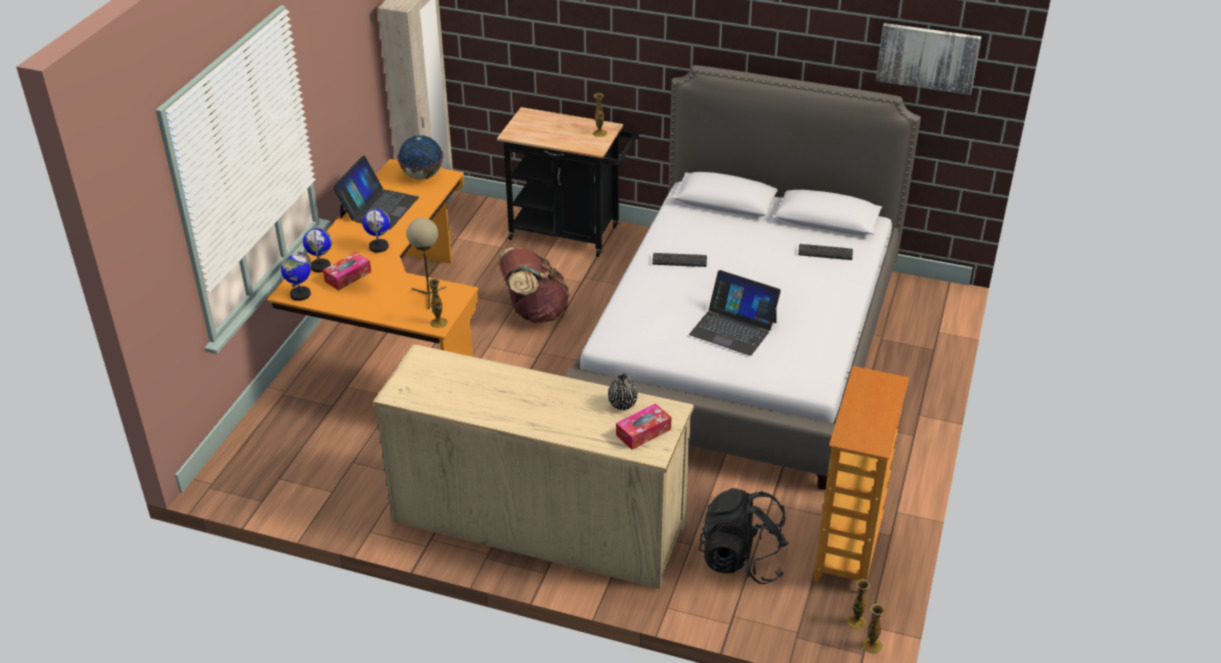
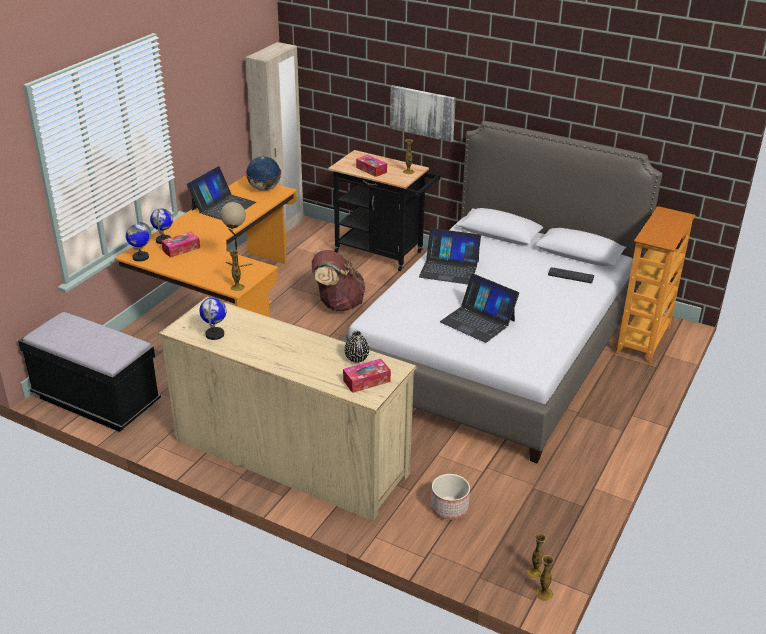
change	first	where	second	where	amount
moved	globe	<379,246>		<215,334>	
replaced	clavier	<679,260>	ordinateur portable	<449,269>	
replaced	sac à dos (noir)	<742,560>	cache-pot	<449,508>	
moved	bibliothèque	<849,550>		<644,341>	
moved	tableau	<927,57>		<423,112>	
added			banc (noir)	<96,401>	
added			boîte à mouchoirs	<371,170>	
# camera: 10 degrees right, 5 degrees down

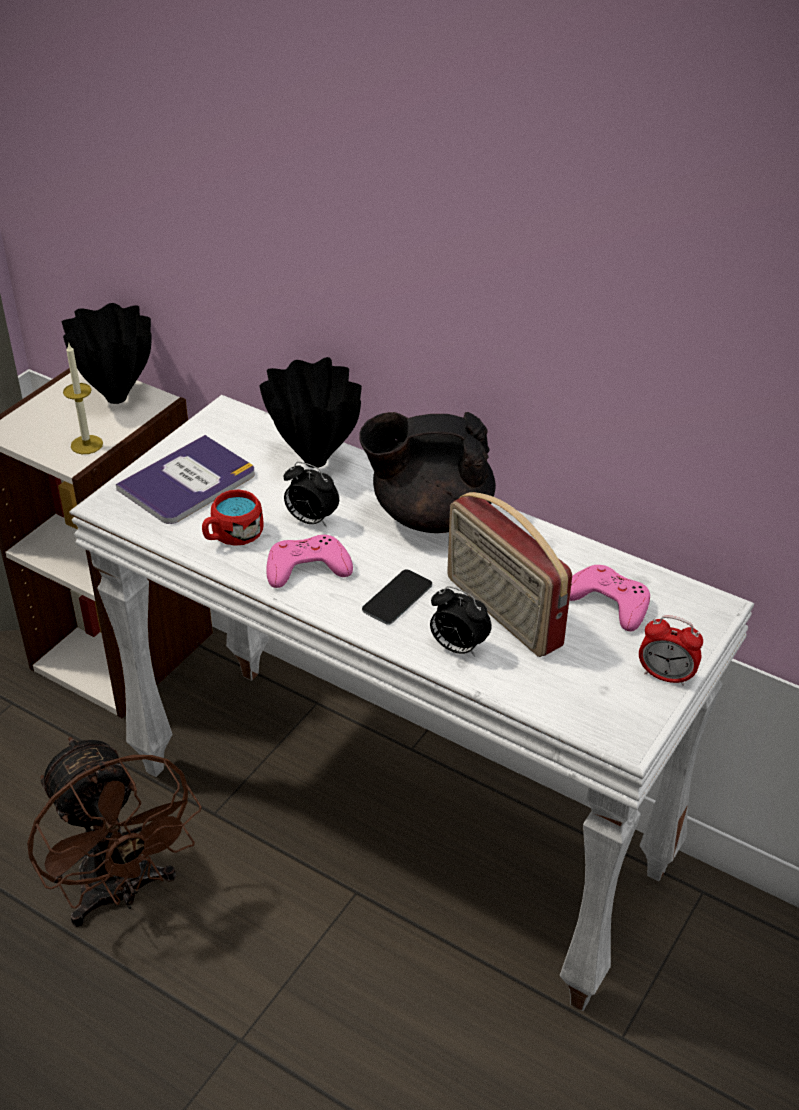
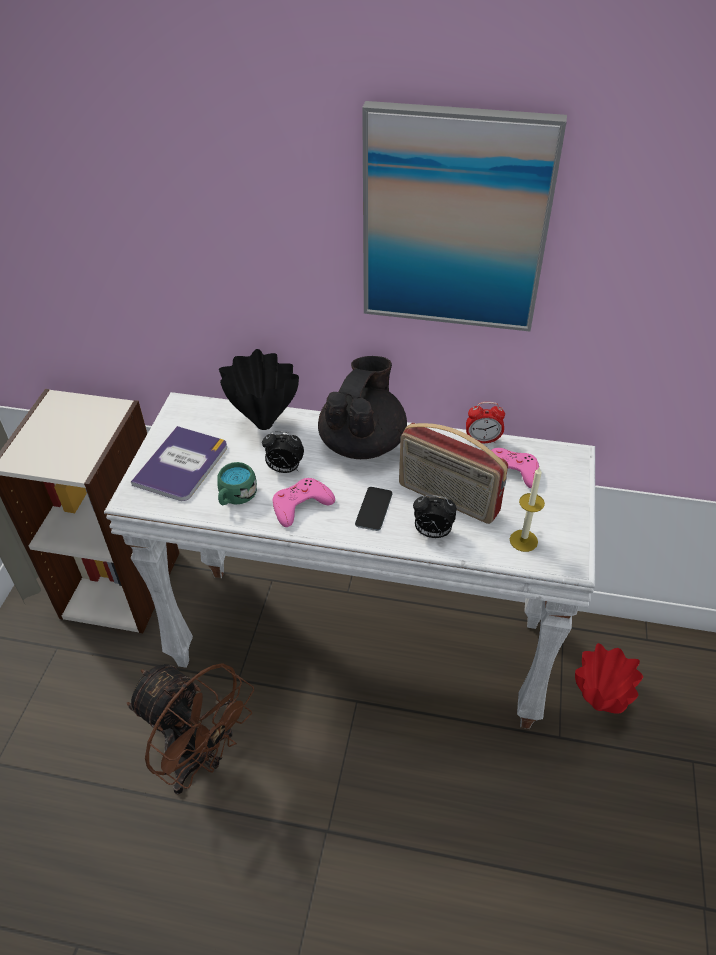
change	first	where	second	where	amount
removed	vase (noir)	<118,397>			
moved	bougie	<86,444>		<523,540>	
recoloured	mug (rouge)	<232,536>	mug (vert)	<235,497>	
turned	théière (noir)	<429,515>		<363,442>	135 degrees clockwise
moved	réveil	<665,676>		<483,440>	
added			tableau	<455,221>	
added			vase (rouge)	<598,703>	
# camera: 20 degrees left, 5 degrees up

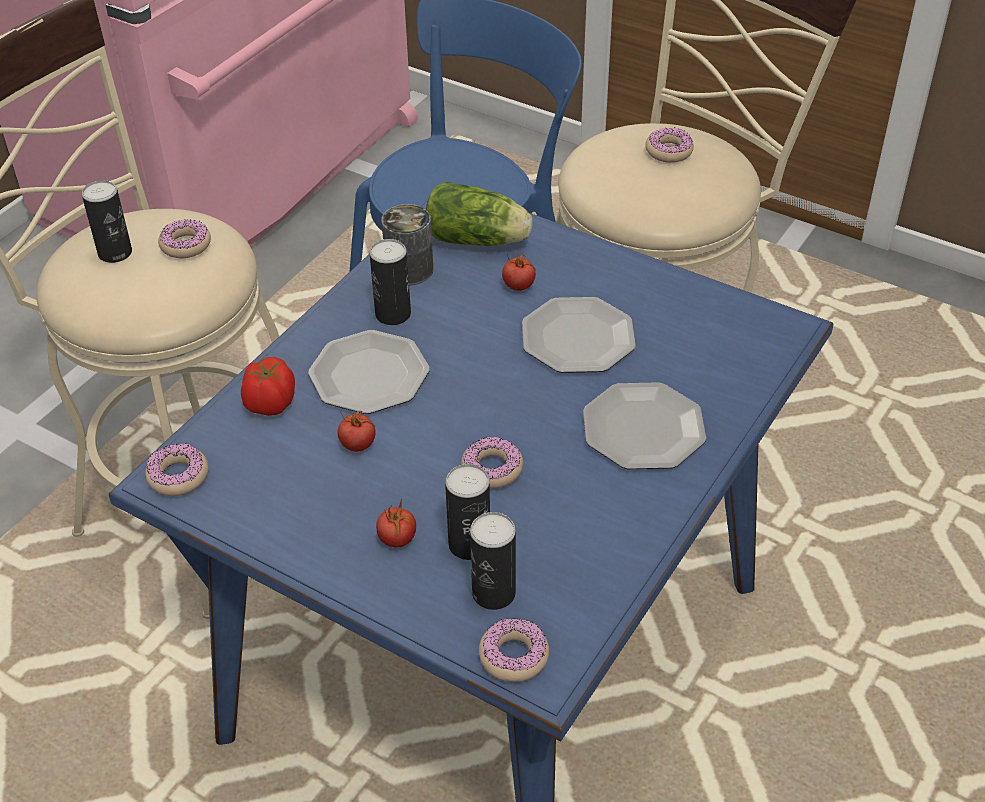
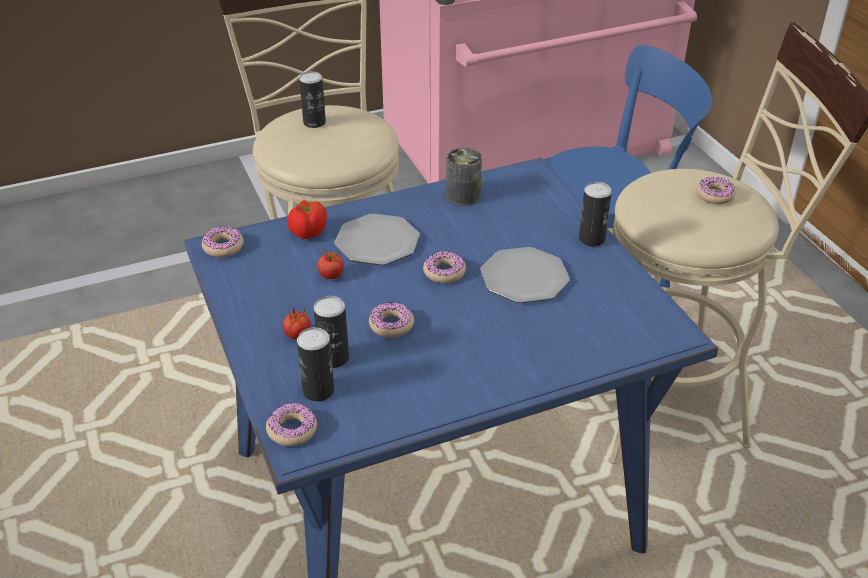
change	first	where	second	where	amount
moved	beignet	<185,245>		<444,272>	
moved	boîte métallique	<393,314>		<591,239>	
removed	laitue	<480,240>			
removed	tomate	<519,286>			
removed	assiette	<642,430>			
# camera: 35 degrees right, 5 degrees down

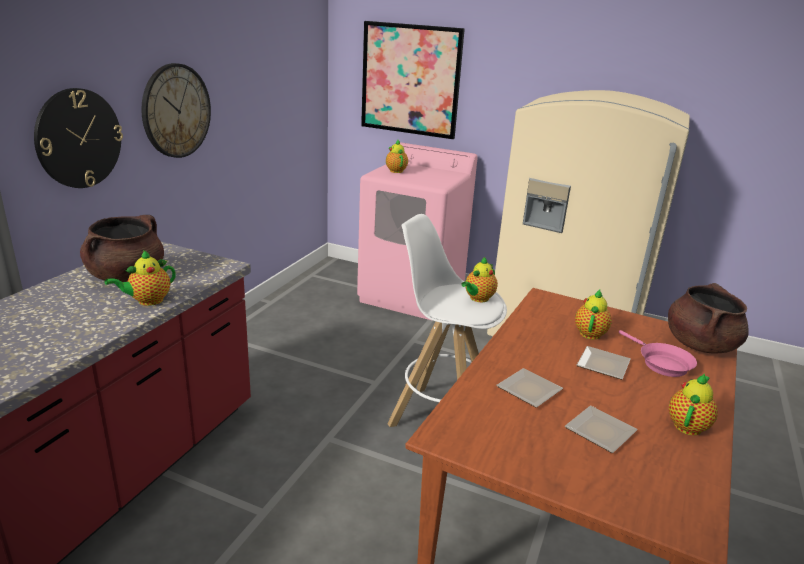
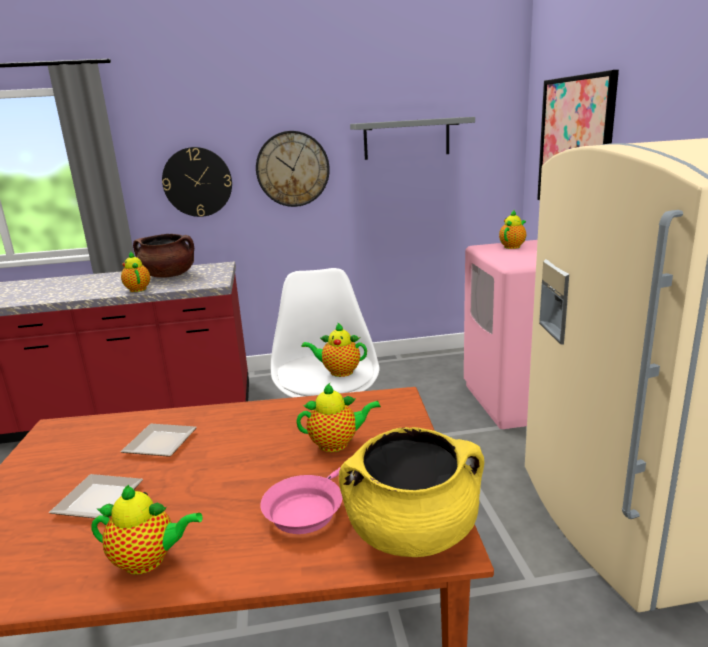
change	first	where	second	where	amount
turned	théière	<148,301>		<137,289>	45 degrees clockwise
removed	assiette	<601,365>			
recoloured	marmite (marron)	<700,344>	marmite (jaune)	<412,532>	
added			étagère (gris)	<406,138>	
# camera: 60 degrees right, 5 degrees down

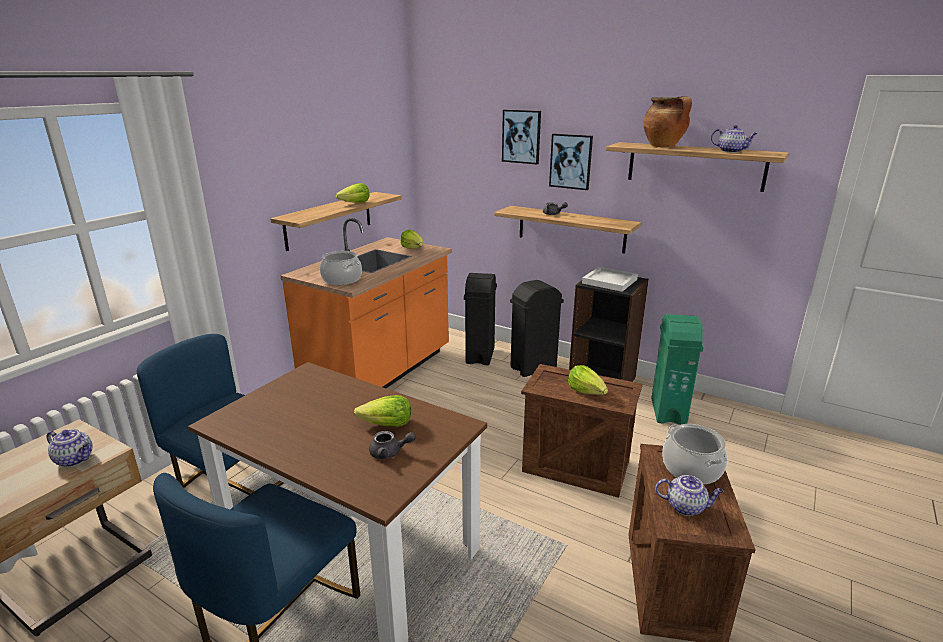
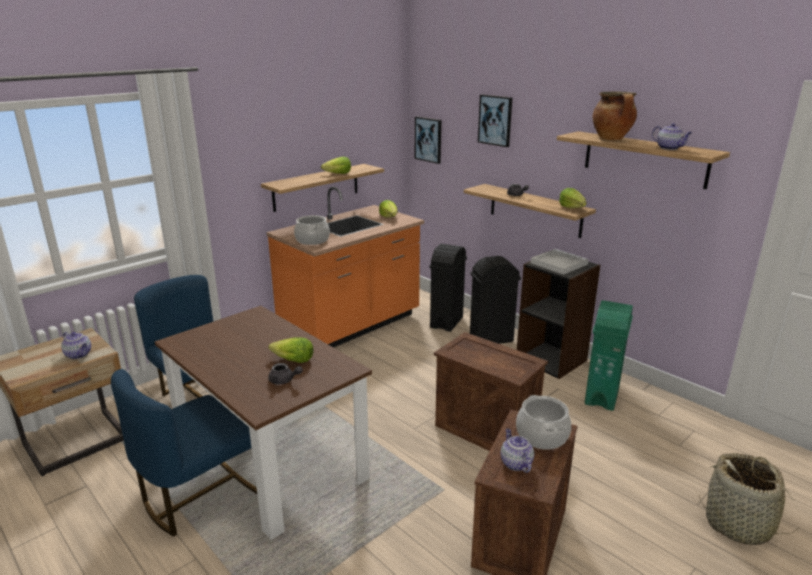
change	first	where	second	where	amount
moved	tableau	<571,161>		<428,139>	
moved	laitue	<586,391>		<572,208>	
turned	théière	<686,507>		<515,463>	135 degrees counterclockwise
added			panier	<739,524>	
# camera: 15 degrees right, 0 degrees up

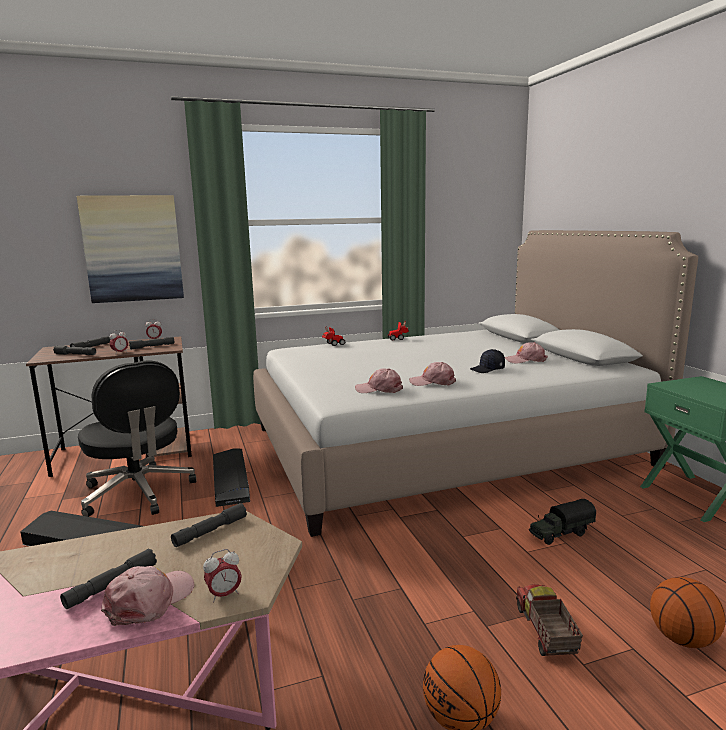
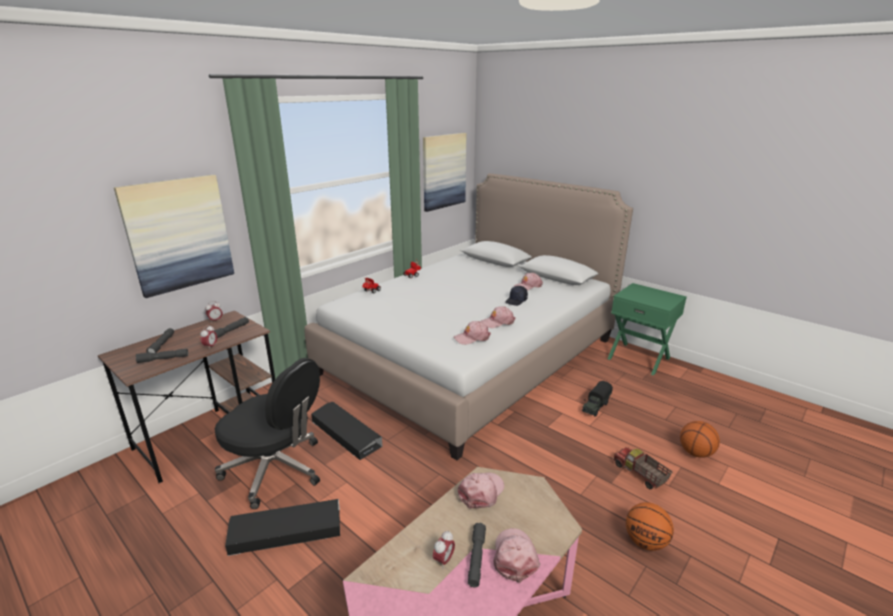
change	first	where	second	where	amount
replaced	lampe de poche (gris)	<210,531>	casquette (rose)	<481,492>	
moved	réveil	<224,595>		<444,560>	
added			tableau	<443,171>	
# camera: 30 degrees left, 10 degrees up

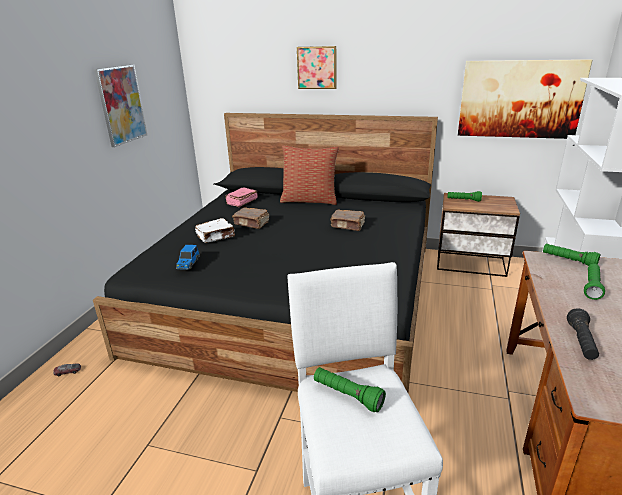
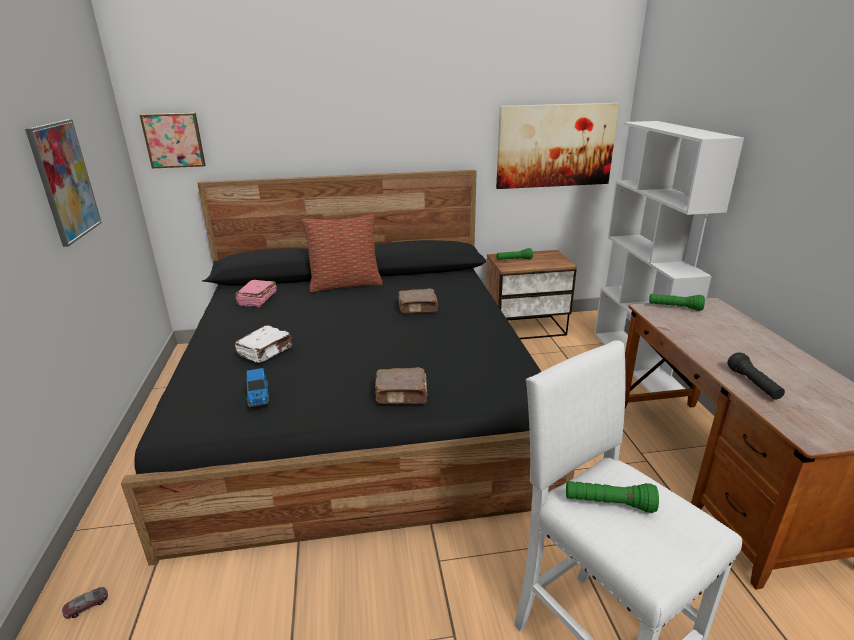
change	first	where	second	where	amount
moved	livre (marron)	<252,223>		<402,395>	
moved	tableau	<317,67>		<174,140>	
removed	lampe de poche (vert)	<591,287>			
# camera: 25 degrees left, 0 degrees up

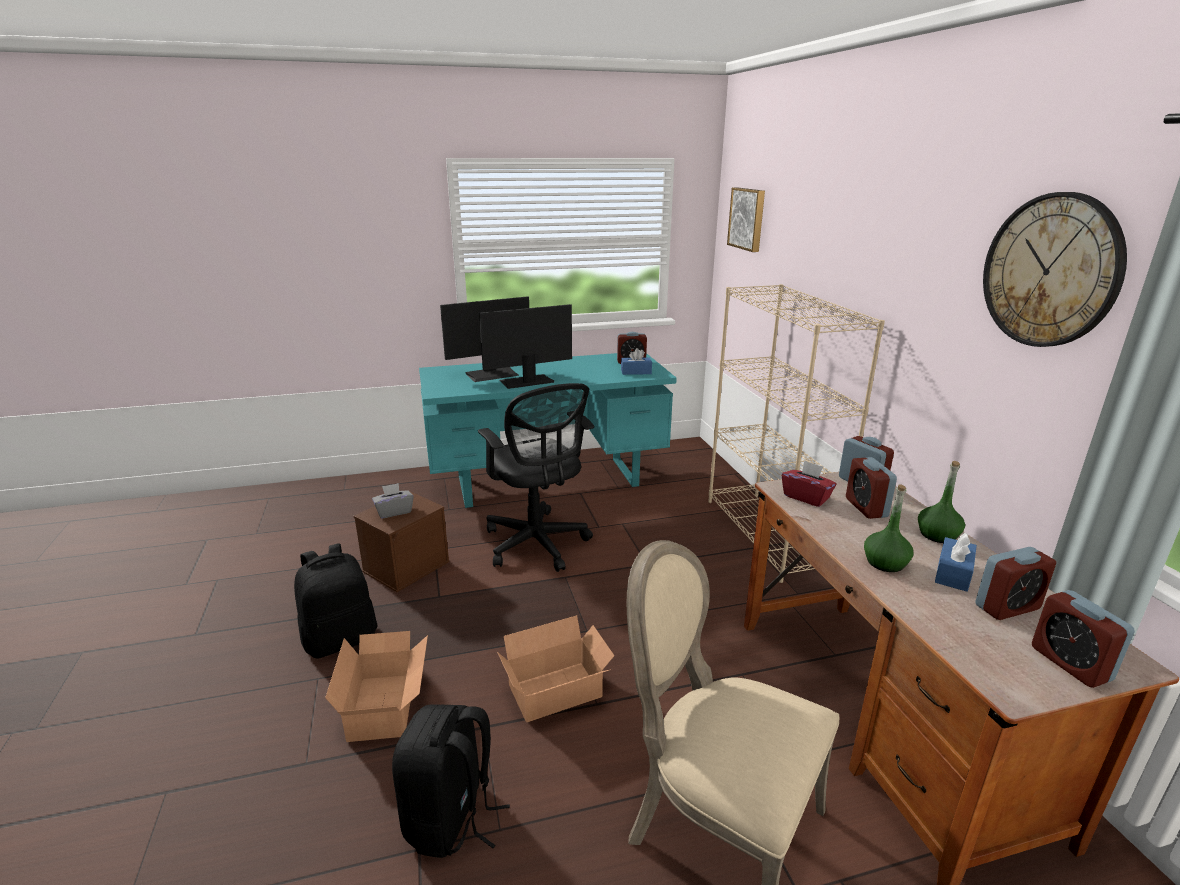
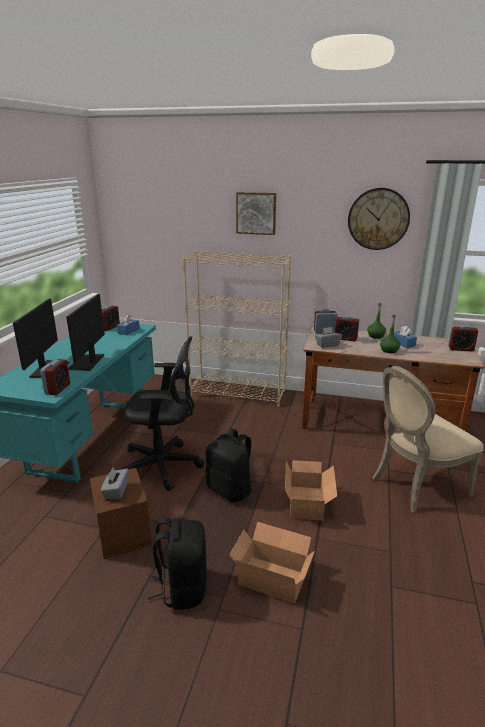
change	first	where	second	where	amount
moved	sac à dos (noir)	<451,819>		<230,490>	
moved	tableau	<748,219>		<256,213>	
recoloured	boîte à mouchoirs (rouge)	<806,497>	boîte à mouchoirs (gris)	<327,345>	
moved	réveil	<1007,607>		<57,389>	
# camera: 60 degrees left, 0 degrees up

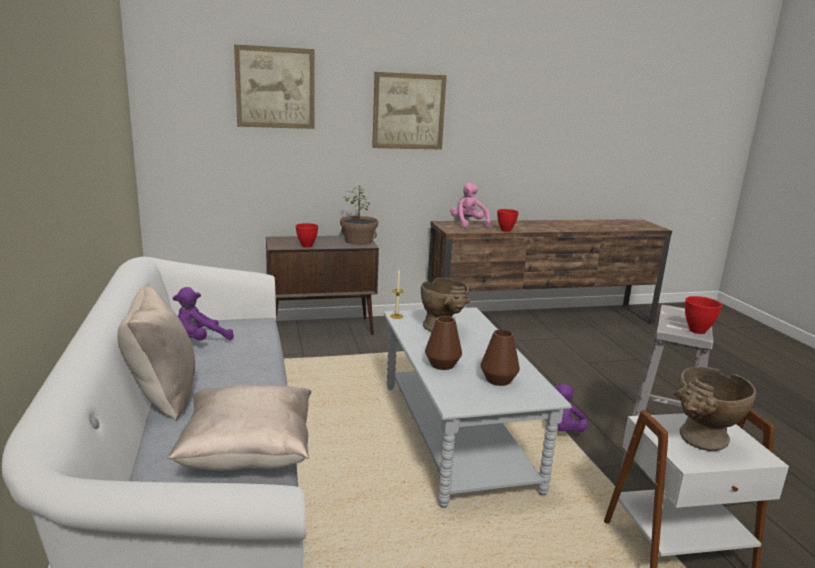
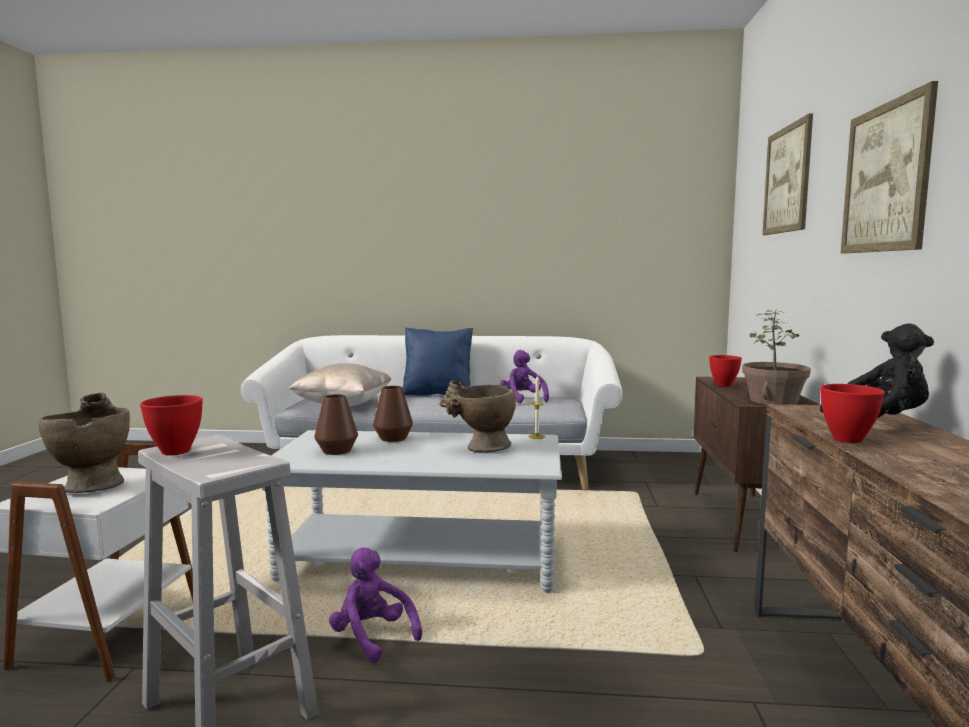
change	first	where	second	where	amount
recoloured	coussin (beige)	<162,394>	coussin (bleu)	<437,394>	
recoloured	peluche (rose)	<468,224>	peluche (noir)	<880,422>	
# camera: 110 degrees right, 10 degrees down

